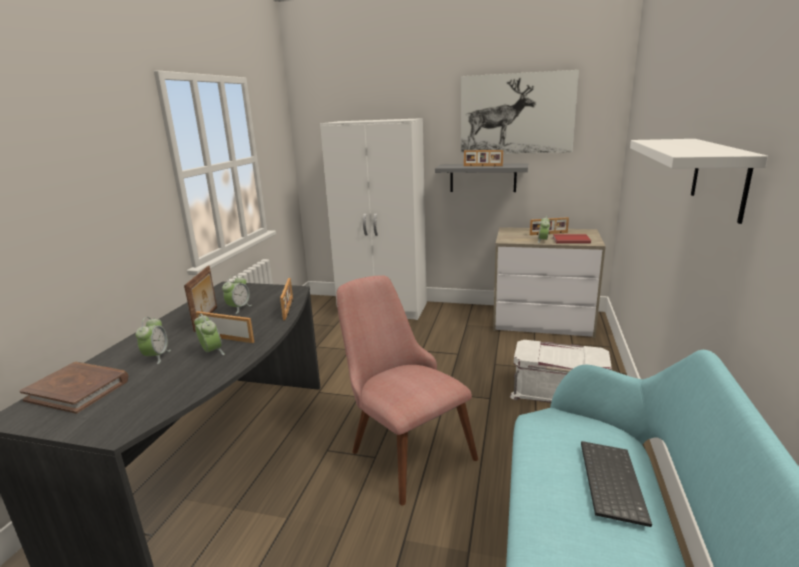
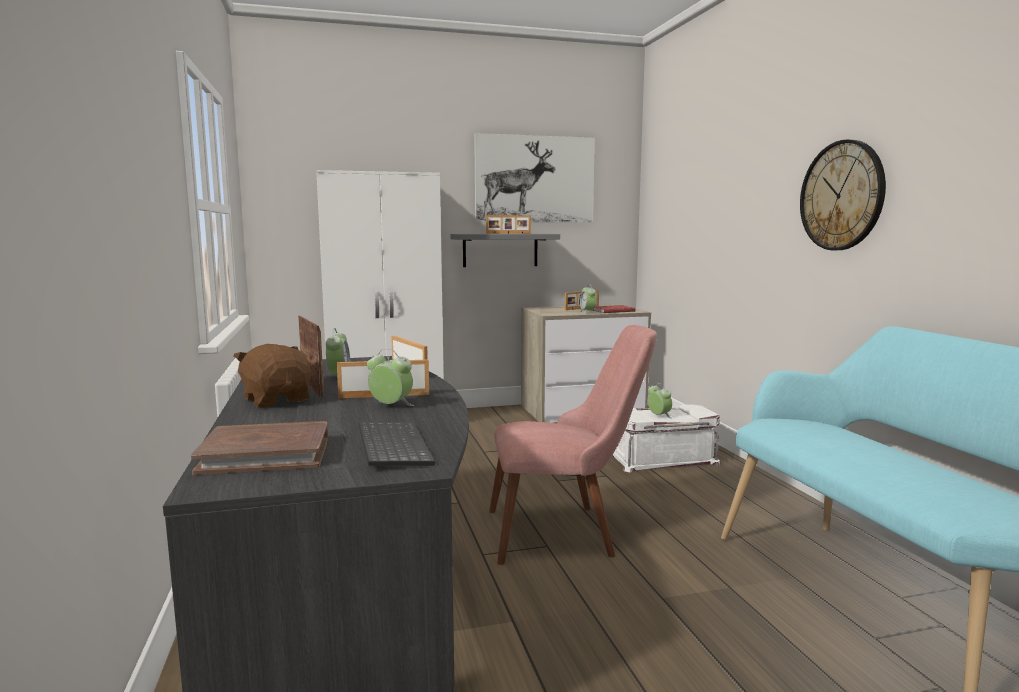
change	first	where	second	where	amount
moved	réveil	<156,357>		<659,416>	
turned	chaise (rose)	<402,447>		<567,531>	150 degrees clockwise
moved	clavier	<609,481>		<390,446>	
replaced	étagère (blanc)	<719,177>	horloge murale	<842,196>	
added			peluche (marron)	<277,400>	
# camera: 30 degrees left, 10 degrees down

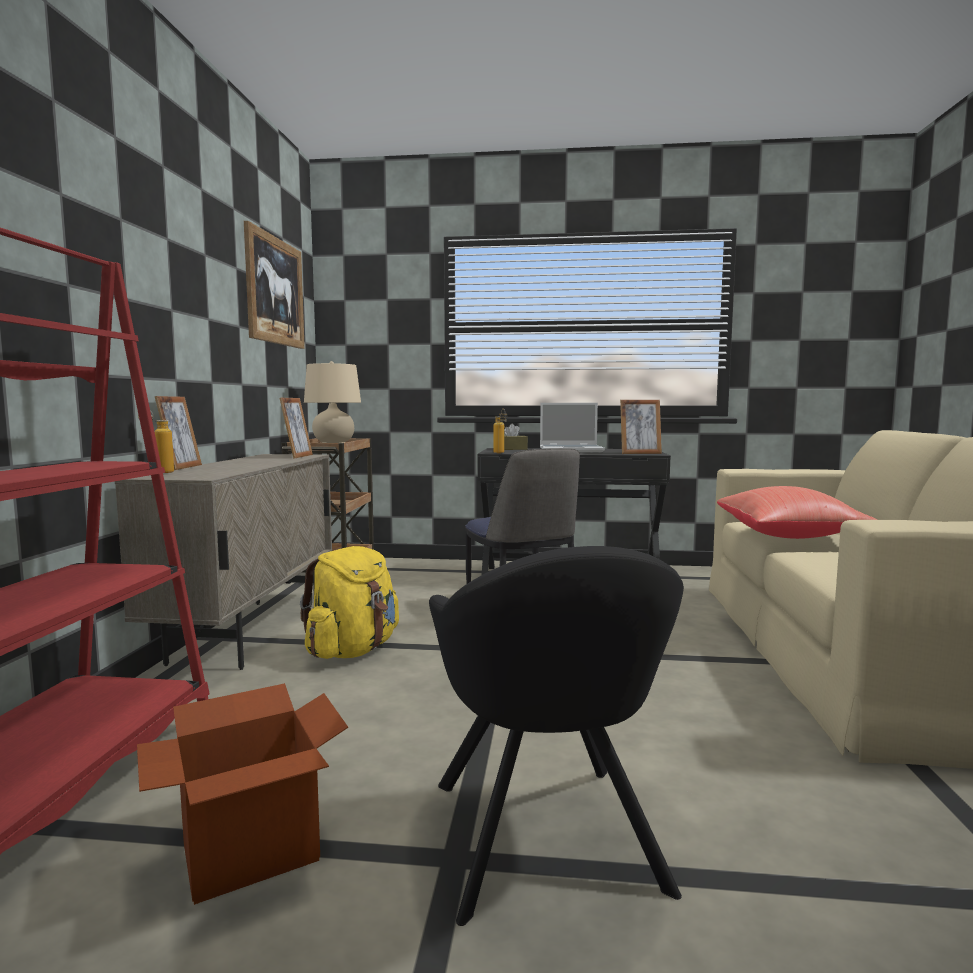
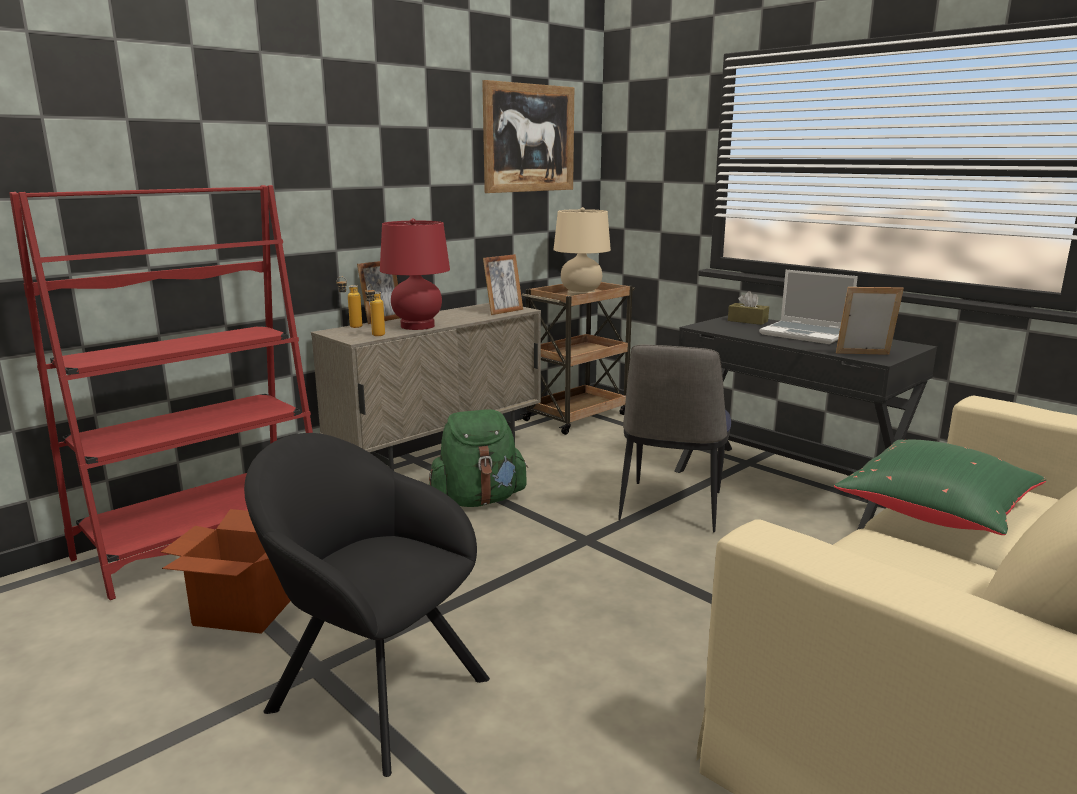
change	first	where	second	where	amount
recoloured	sac à dos (jaune)	<353,650>	sac à dos (vert)	<478,500>	
turned	fauteuil (noir)	<547,844>		<371,690>	90 degrees clockwise
moved	bouteille	<500,453>		<376,336>	
turned	cadre photo	<640,453>		<864,355>	150 degrees clockwise
recoloured	coussin (rouge)	<789,536>	coussin (vert)	<937,514>	
added			lampe de table (rouge)	<417,326>	
# camera: 40 degrees right, 10 degrees up

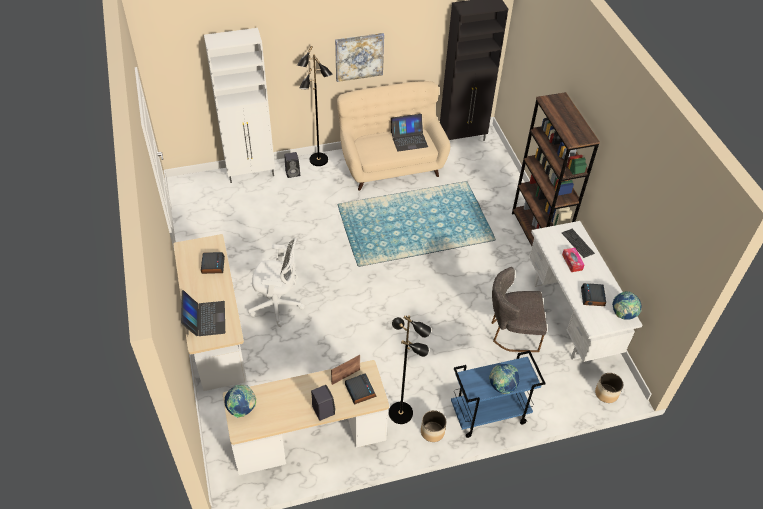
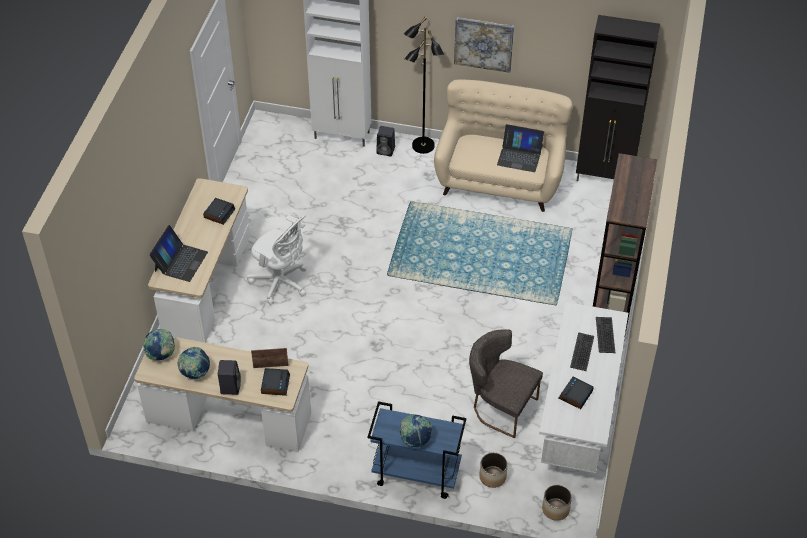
change	first	where	second	where	amount
removed	lampadaire (noir)	<401,413>			
moved	cache-pot	<432,432>		<492,477>	
replaced	boîte à mouchoirs	<572,262>	clavier	<582,352>	
moved	globe	<622,315>		<195,373>	
# camera: 30 degrees right, 0 degrees up

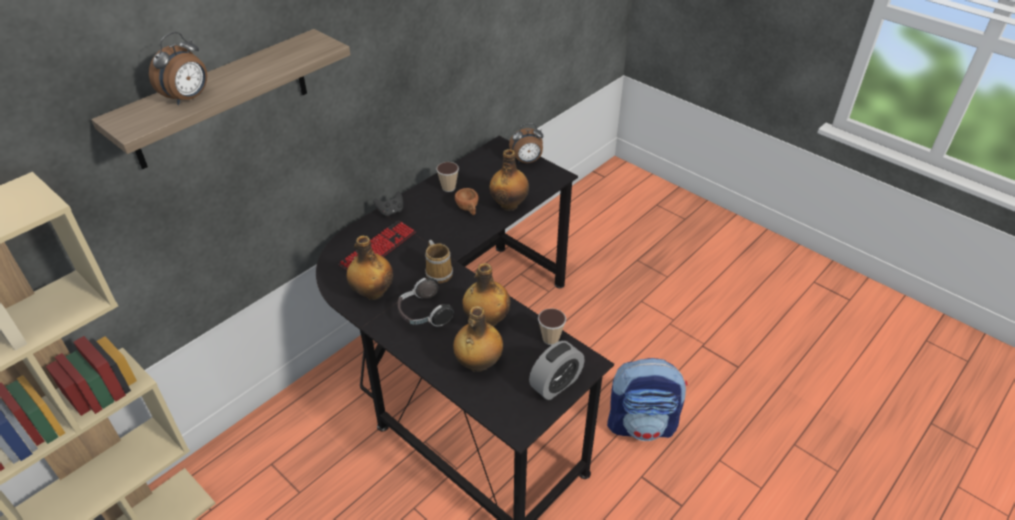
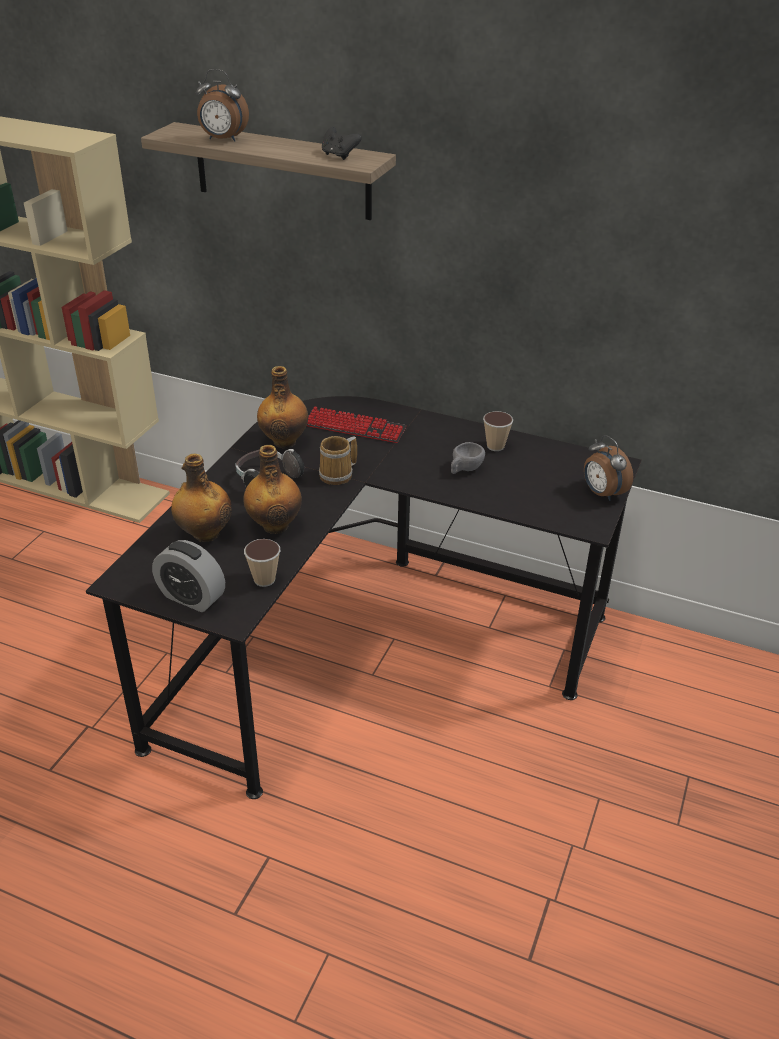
change	first	where	second	where	amount
moved	manette (noir)	<390,212>		<339,156>	
recoloured	tasse (marron)	<468,209>	tasse (gris)	<464,469>	
removed	bouteille	<509,204>			
removed	sac à dos	<642,424>			
# camera: 70 degrees right, 5 degrees down

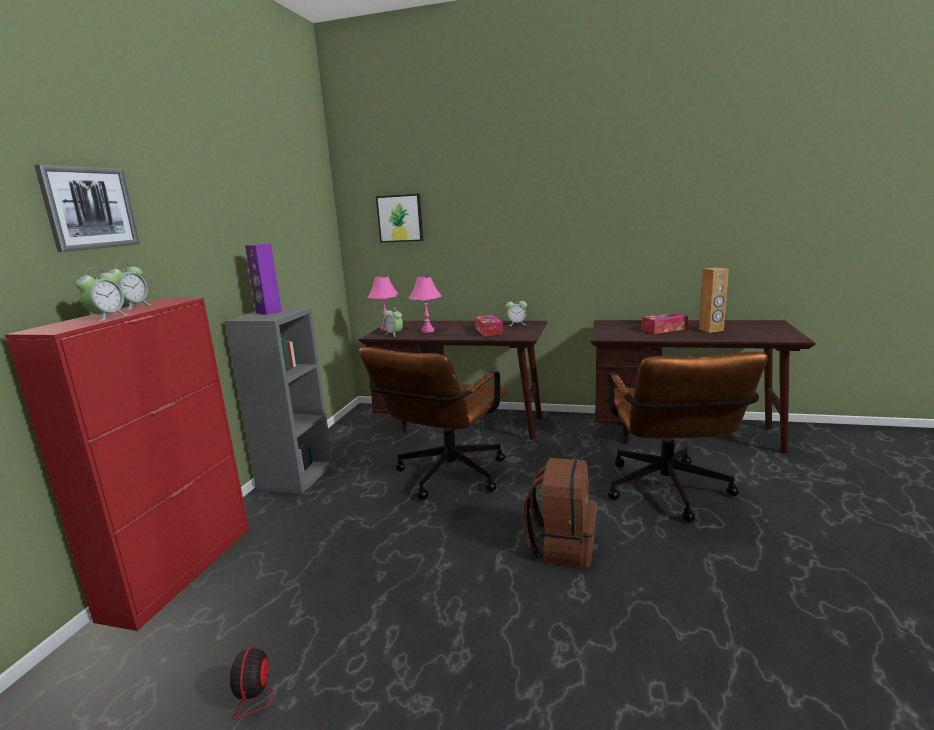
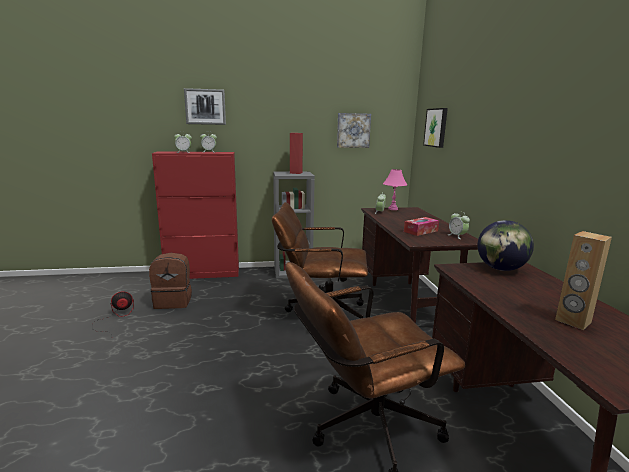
change	first	where	second	where	amount
recoloured	enceinte (violet)	<268,312>	enceinte (rouge)	<295,173>	
removed	lampe de table (rose)	<428,331>			
moved	sac à dos (marron)	<562,546>		<173,301>	
removed	boîte à mouchoirs	<664,329>			
added			tableau	<353,130>	
added			globe	<500,269>	
# camera: 65 degrees right, 0 degrees up

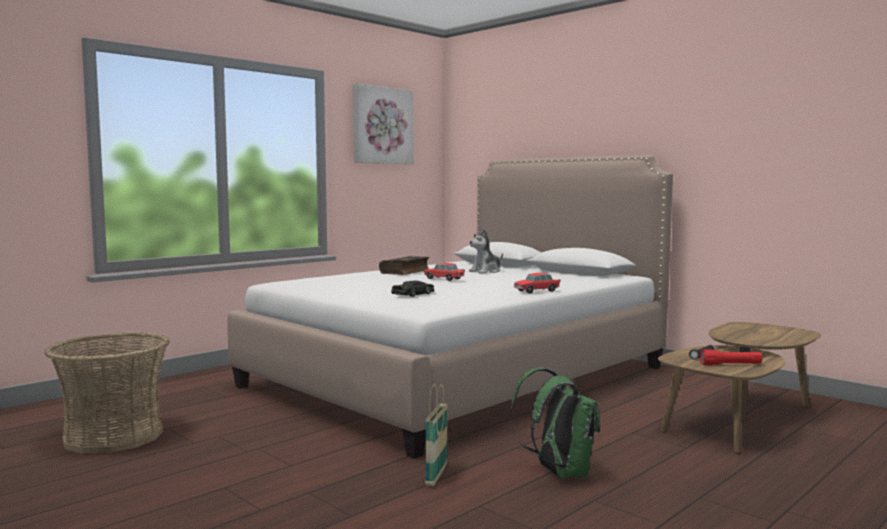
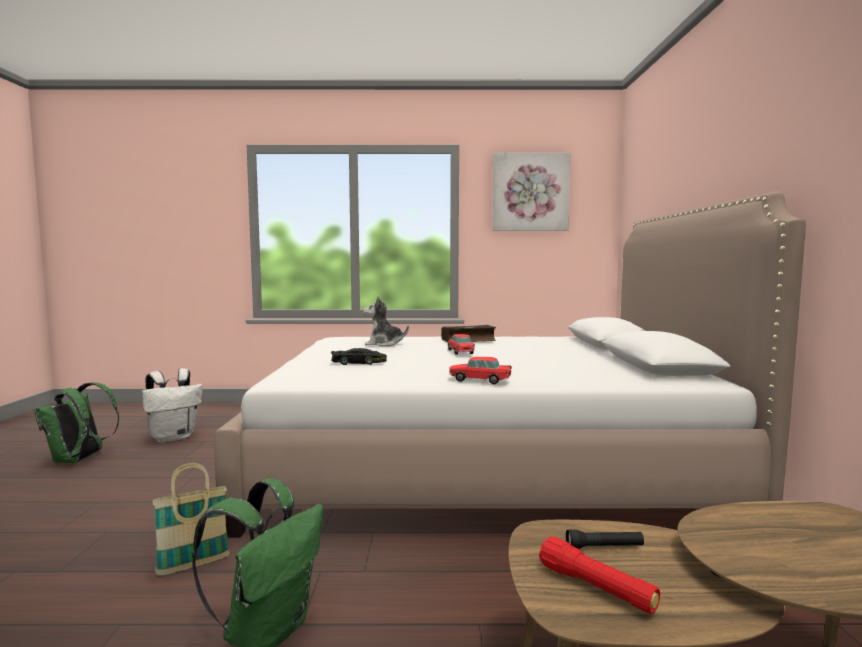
change	first	where	second	where	amount
replaced	panier	<113,436>	sac à dos (blanc)	<173,437>	
moved	peluche	<486,271>		<384,344>	
added			sac à dos (vert)	<79,460>	
# camera: 45 degrees right, 0 degrees up

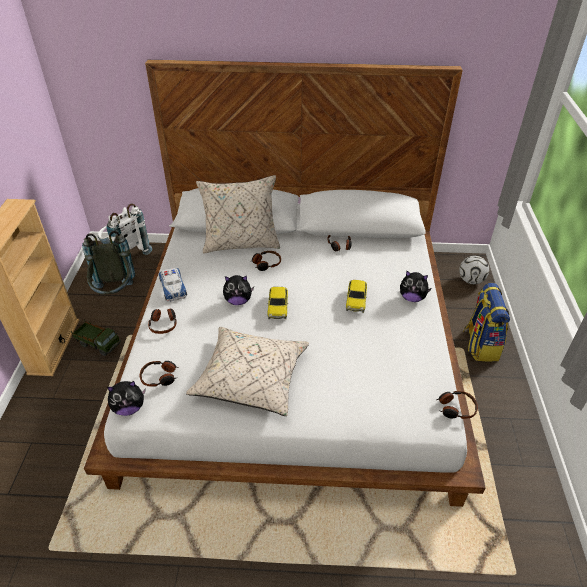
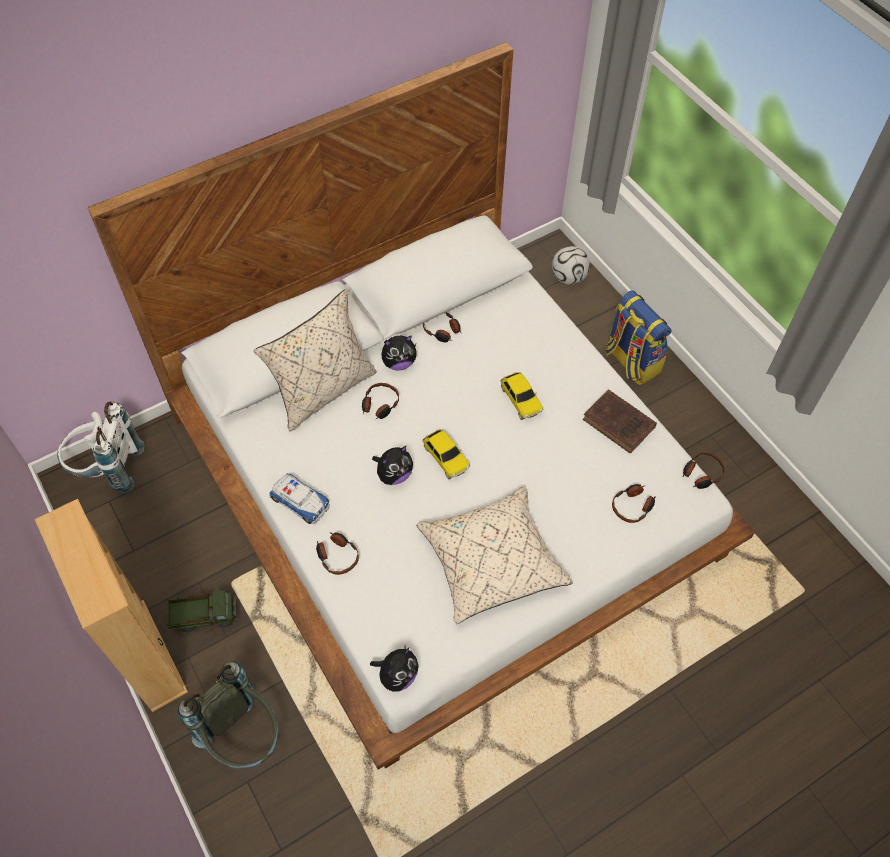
change	first	where	second	where	amount
moved	sac à dos (gris)	<115,294>		<244,737>	
moved	casque audio	<160,377>		<633,506>	
moved	peluche	<412,298>		<399,363>	
added			livre (marron)	<620,424>	
# camera: 35 degrees left, 15 degrees up

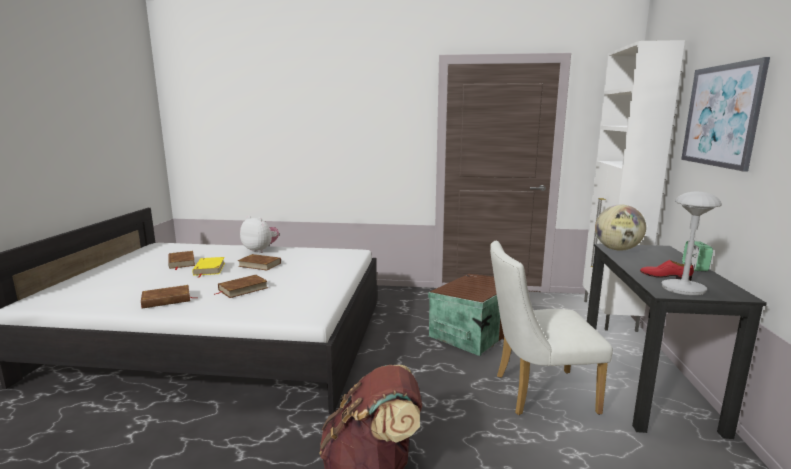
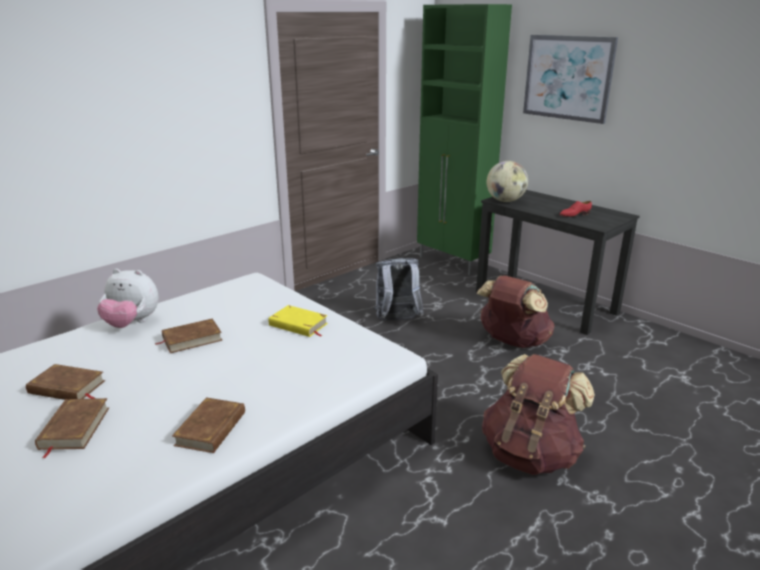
change	first	where	second	where	amount
moved	livre (jaune)	<209,269>		<298,325>	
moved	livre (marron)	<243,289>		<74,428>	
turned	peluche	<260,250>		<132,323>	150 degrees counterclockwise
replaced	boîte de rangement (marron)	<471,333>	sac à dos (gris)	<397,321>	
replaced	chaise (blanc)	<537,393>	sac à dos (marron)	<512,342>	
recoloured	meuble de rangement (blanc)	<608,315>	meuble de rangement (vert)	<453,262>	
removed	lampe de table (gris)	<683,289>			
removed	réveil	<695,268>			
# camera: 50 degrees left, 10 degrees up

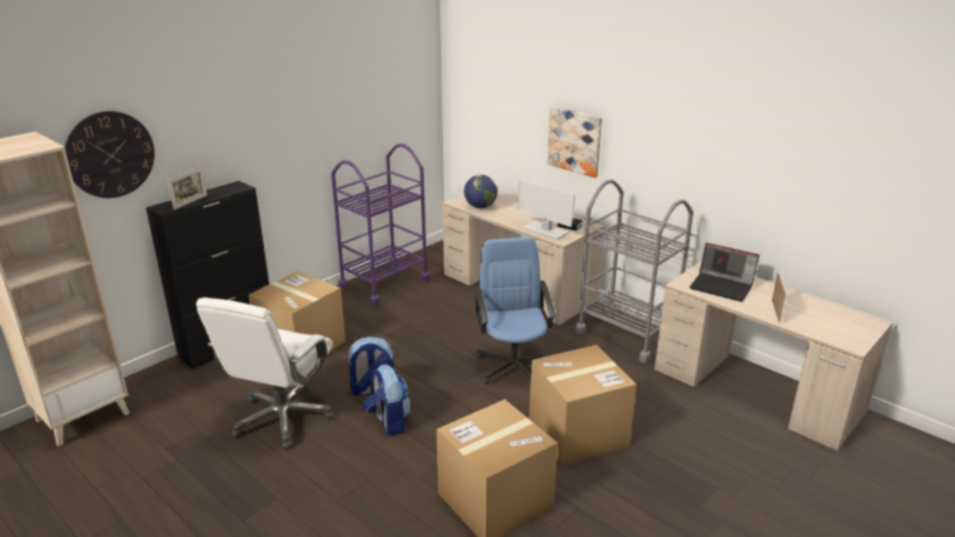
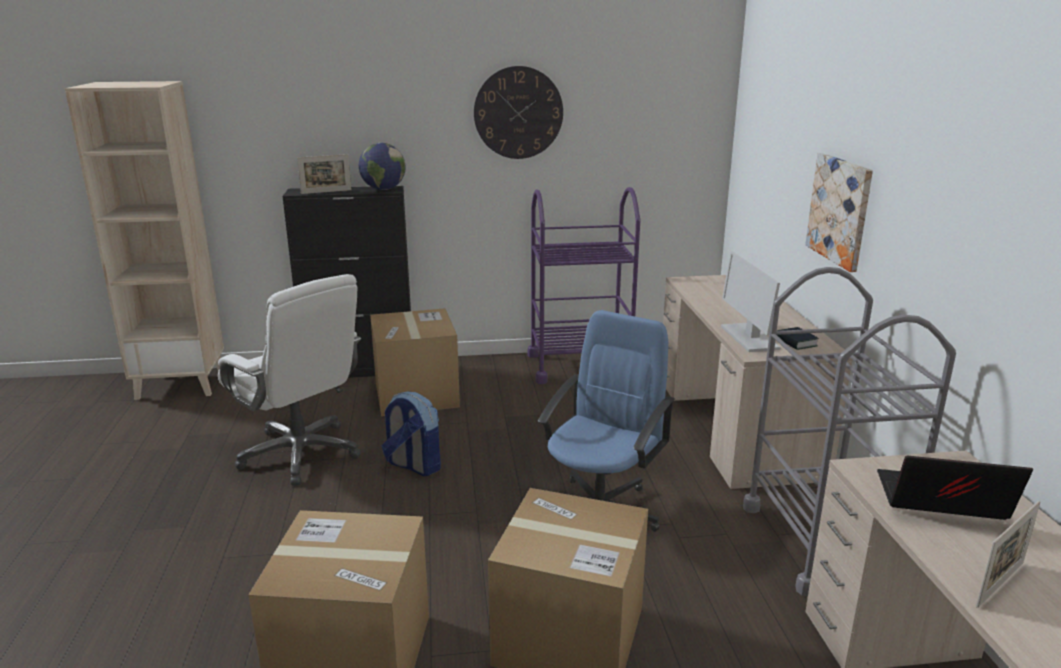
change	first	where	second	where	amount
moved	horloge murale	<110,154>		<518,113>	
turned	chaise de bureau (blanc)	<282,418>		<301,453>	105 degrees counterclockwise
removed	sac à dos	<388,422>			
moved	globe	<480,207>		<383,189>	
turned	ordinateur portable	<722,287>		<940,501>	120 degrees clockwise
# camera: 40 degrees right, 5 degrees down

